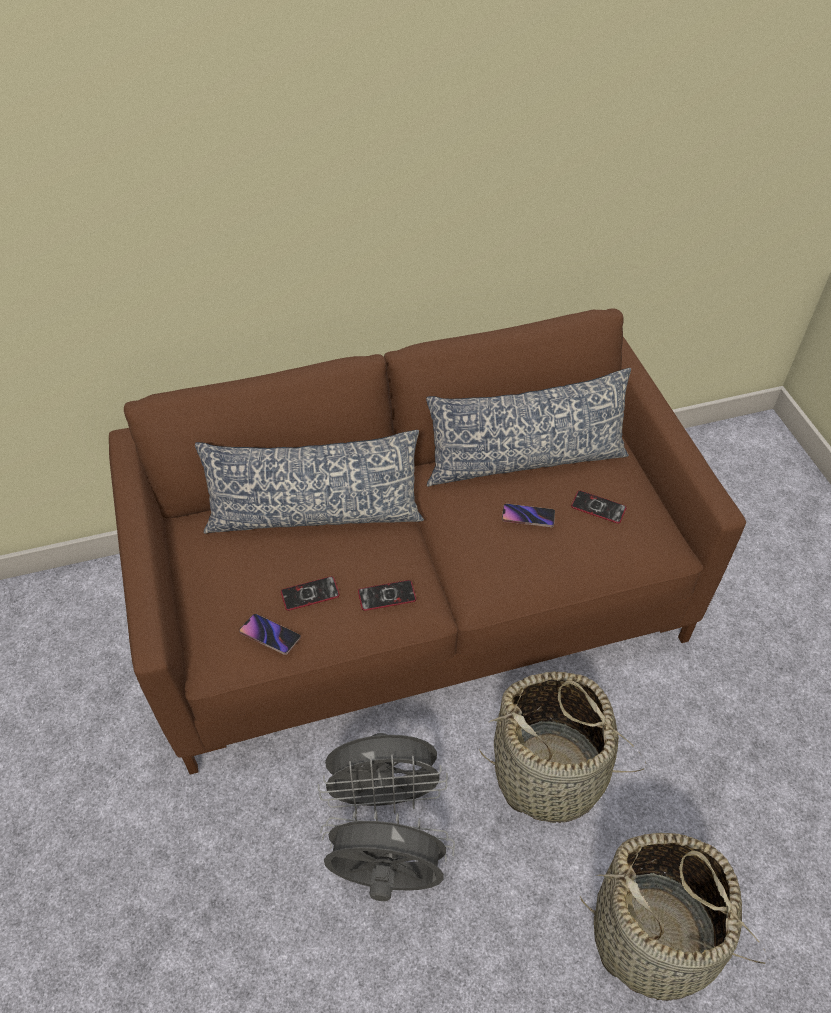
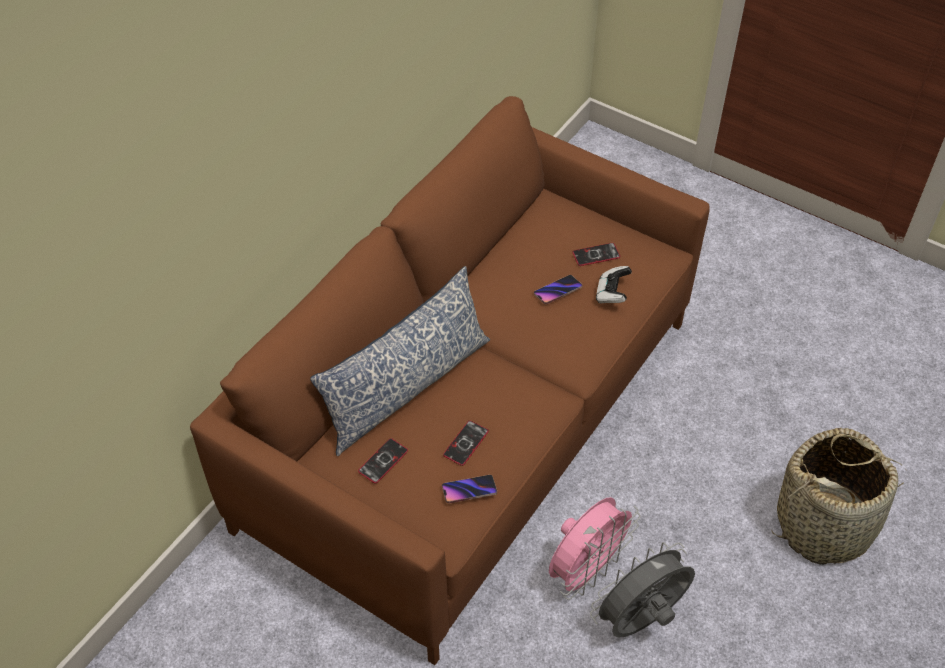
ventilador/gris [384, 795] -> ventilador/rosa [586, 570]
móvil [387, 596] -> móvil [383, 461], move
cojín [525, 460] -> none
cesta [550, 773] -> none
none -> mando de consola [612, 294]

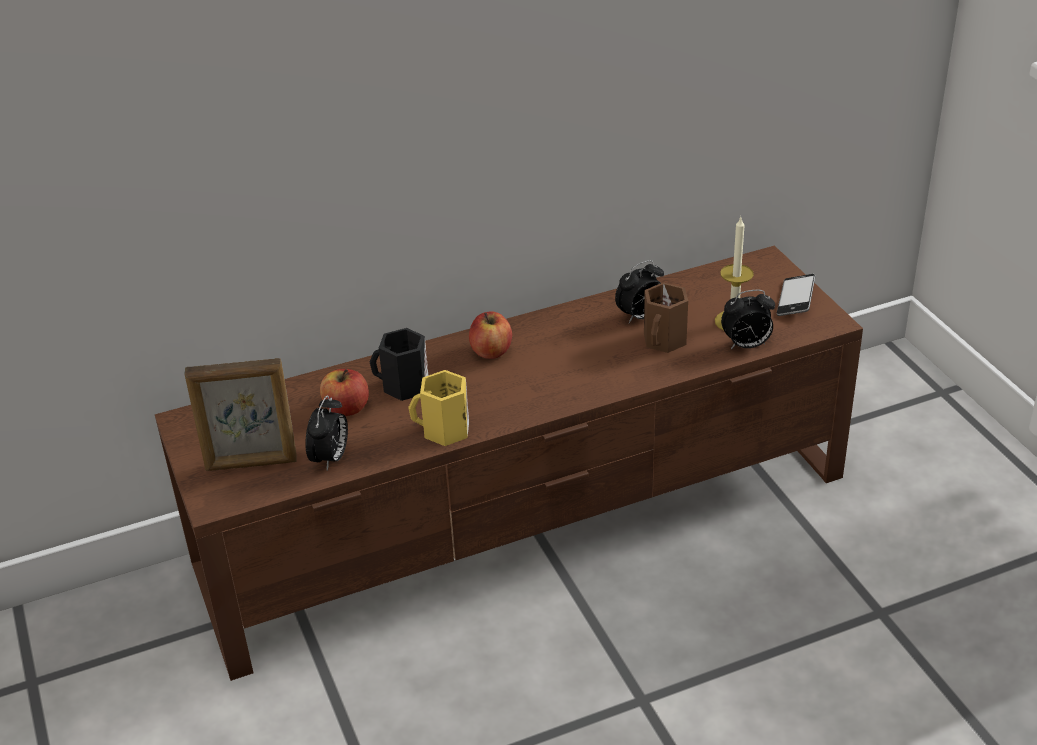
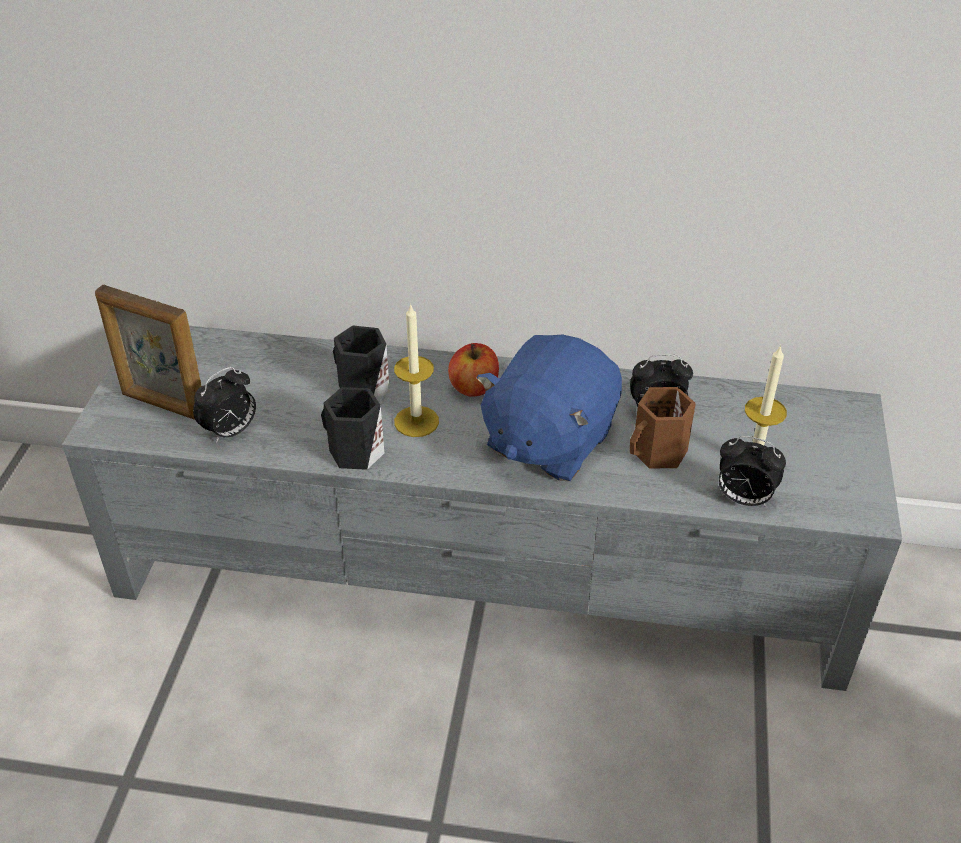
mueble de televisión/marrón [528, 519] -> mueble de televisión/gris [484, 572]
manzana [346, 408] -> none
taza grande/amarillo [444, 431] -> taza grande/negro [353, 452]
móvil [795, 300] -> none
none -> vela [416, 421]
none -> peluche/azul [548, 441]

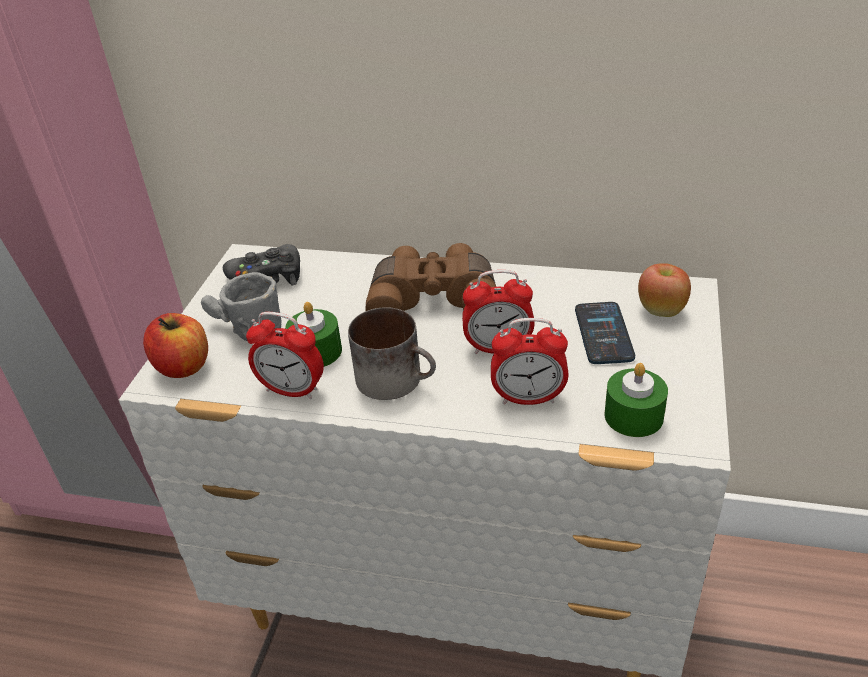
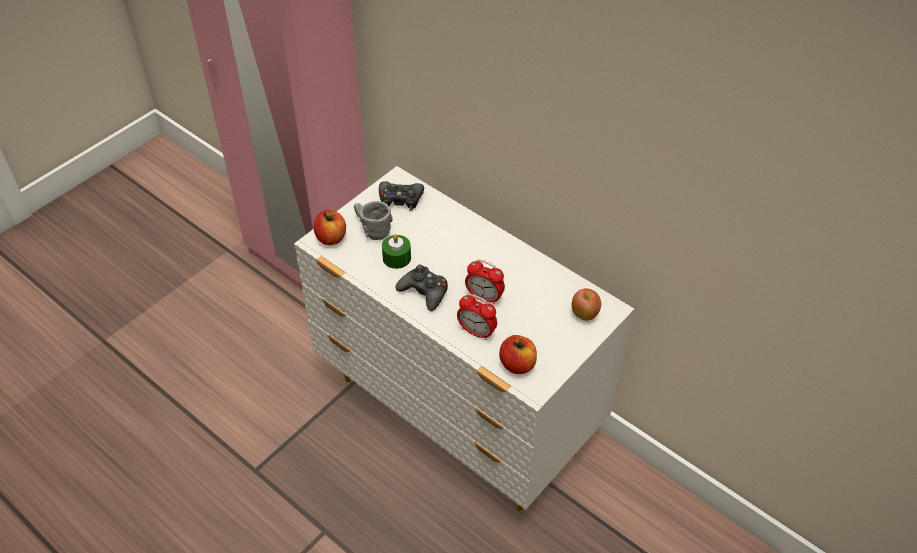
despertador [292, 390] -> none
taza grande [398, 379] -> mando de consola/negro [424, 292]
prismáticos/marrón [434, 298] -> none
móvil [603, 334] -> none
vela/verde [633, 416] -> manzana [517, 364]

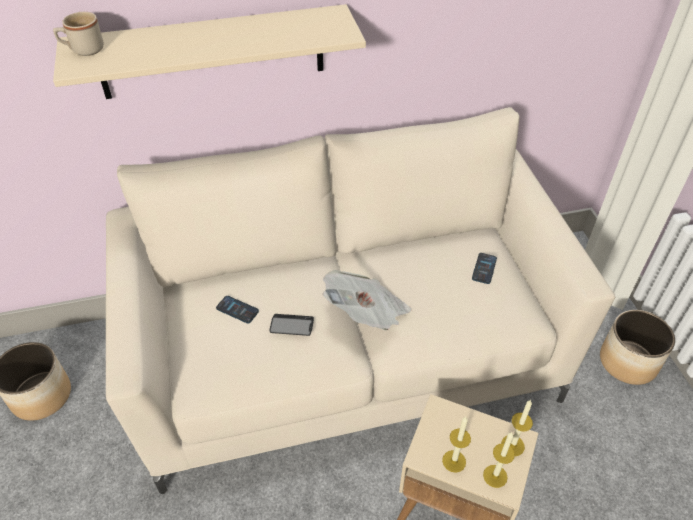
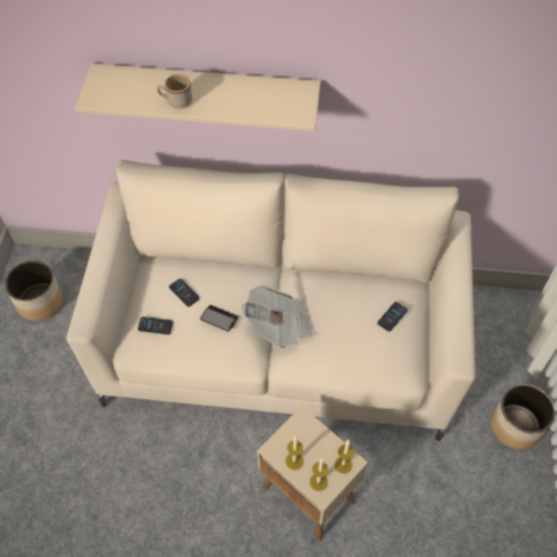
taza grande/beis [83, 50] -> taza grande/beis [176, 101], move
none -> móvil [155, 326]

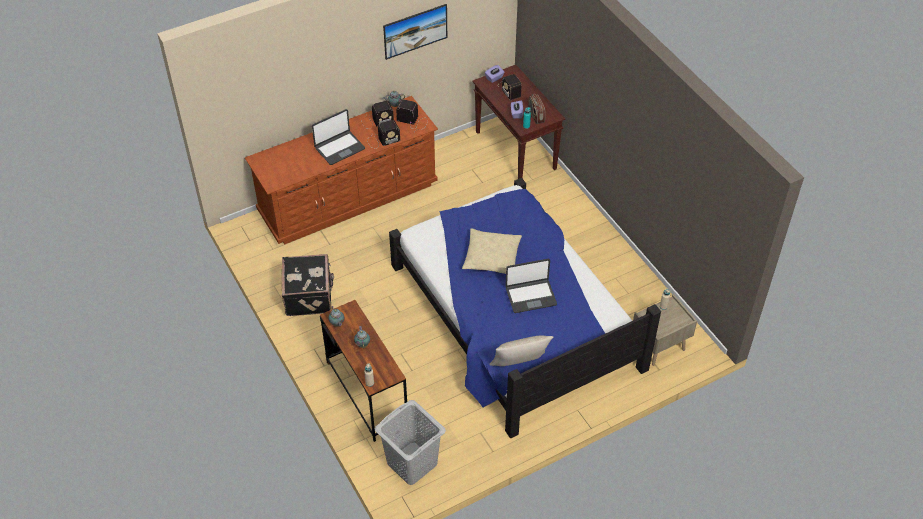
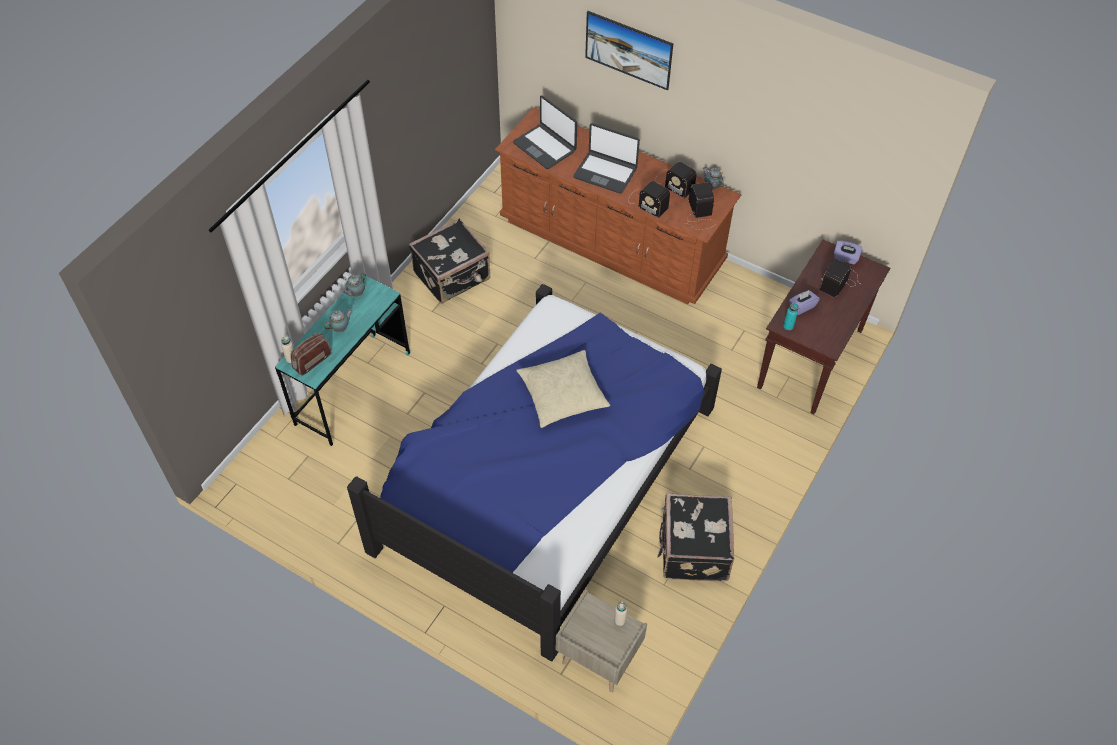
escritorio/marrón [366, 393] -> escritorio/turquesa [353, 388]
cesto de la ropa/gris [412, 463] -> none
cuadro [416, 39] -> cuadro [627, 61], move
cojín/beis [519, 366] -> none
portátil [530, 296] -> portátil [545, 147], move
radio [536, 116] -> radio [312, 361], move
none -> maleta/negro [692, 550]

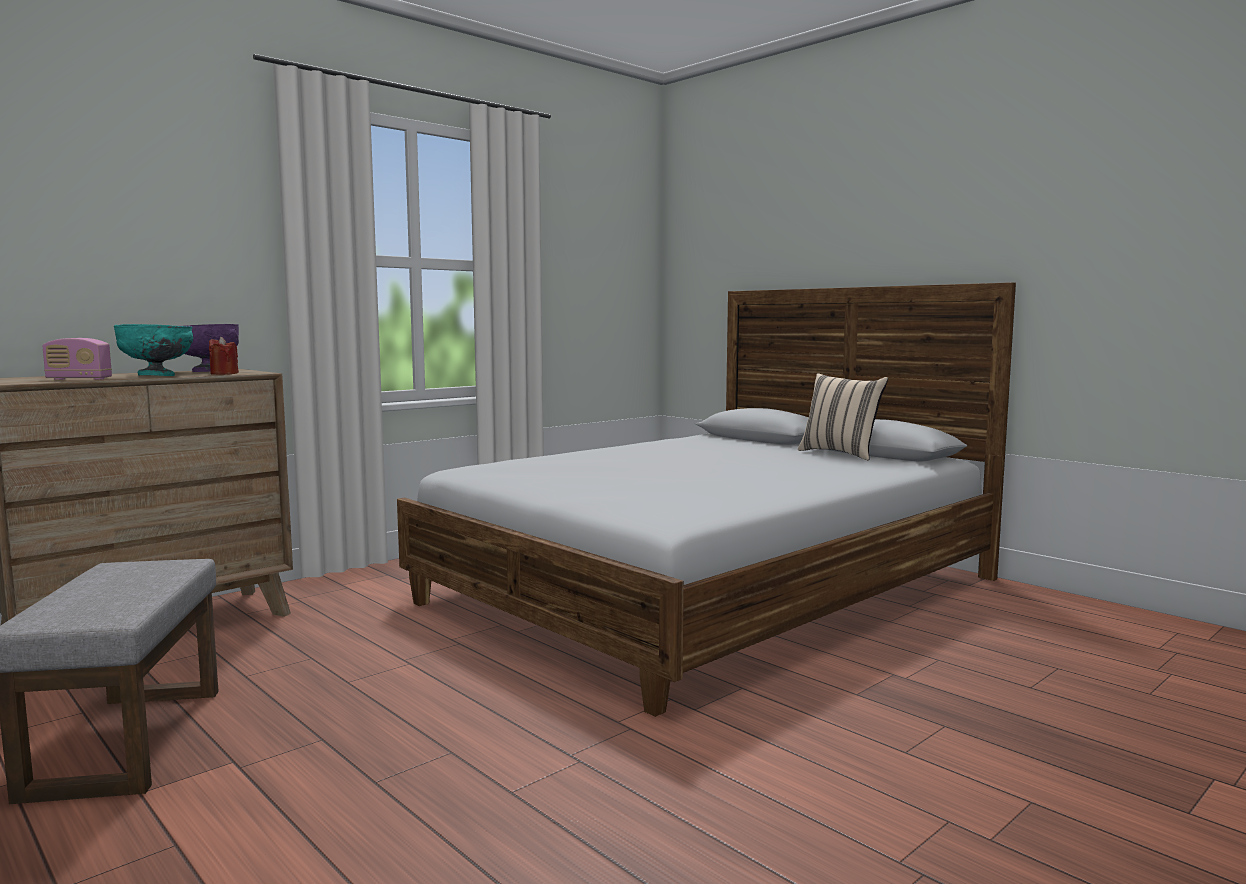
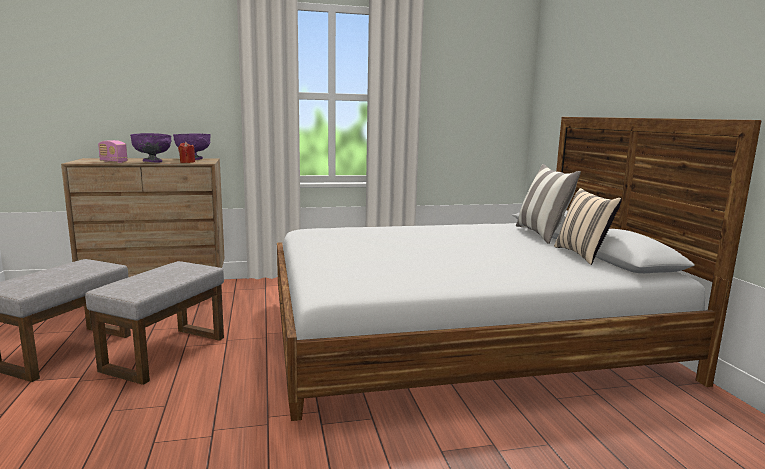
cuenco/turquesa [157, 376] -> cuenco/morado [152, 162]
none -> puf/gris [165, 353]
none -> cojín [542, 234]

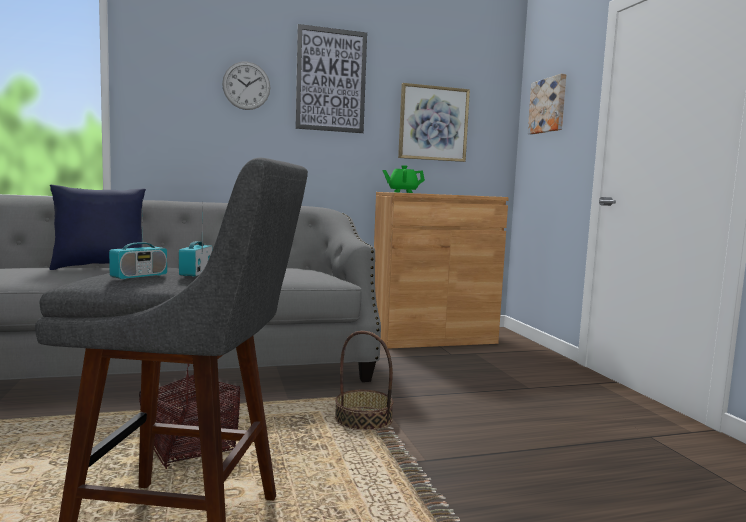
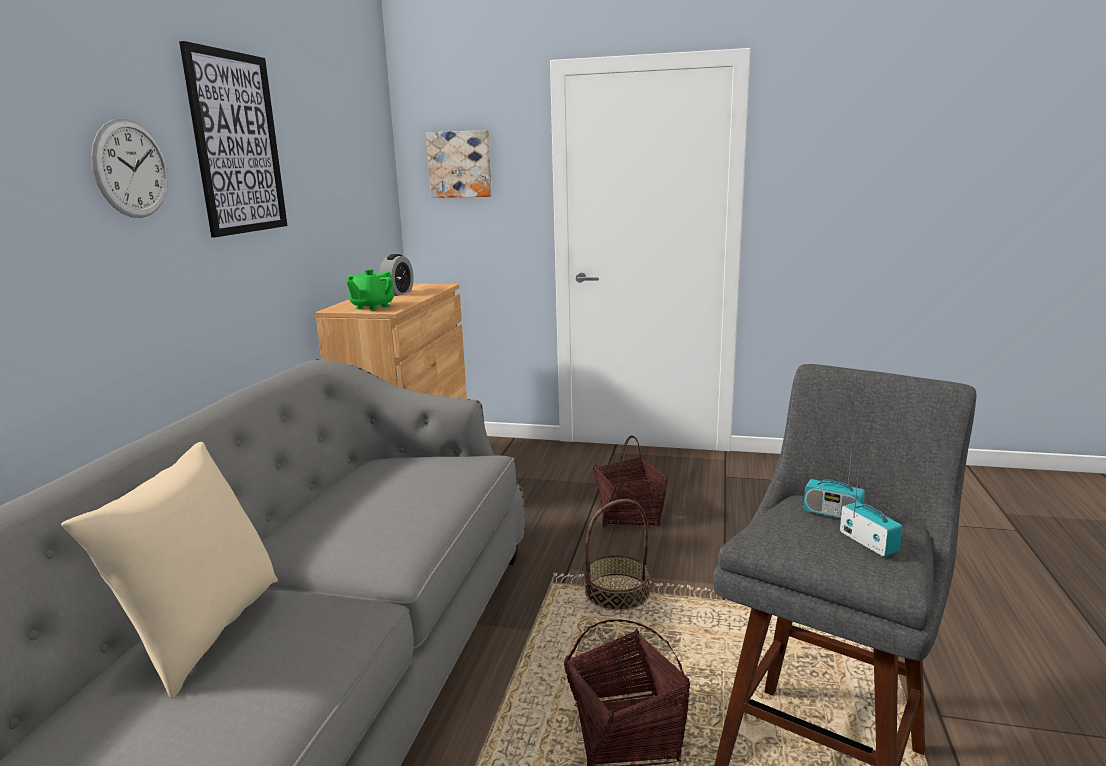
cojín/azul [99, 267] -> cojín/beis [202, 633]
cuadro [433, 123] -> none
none -> despertador [398, 293]
none -> cesta [629, 515]

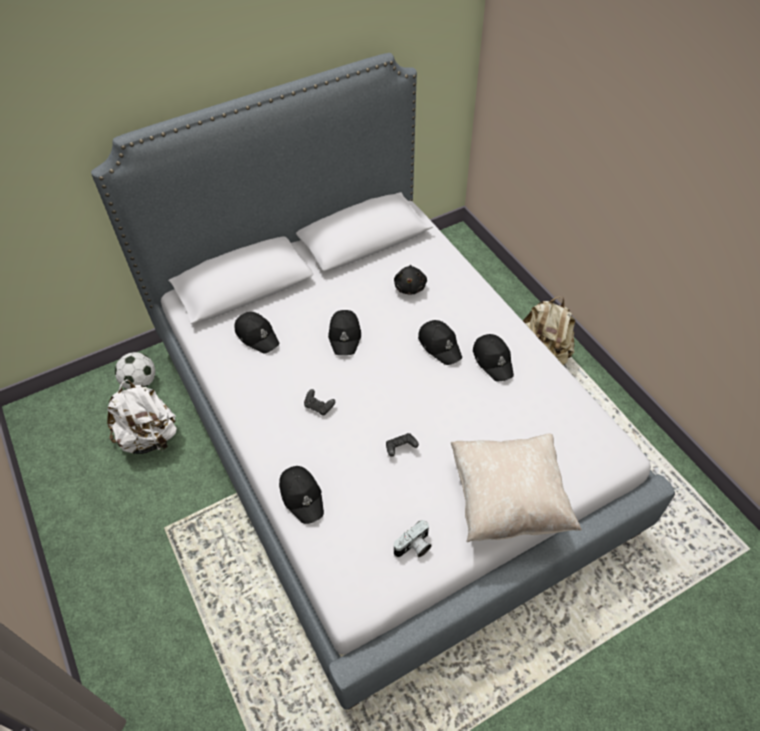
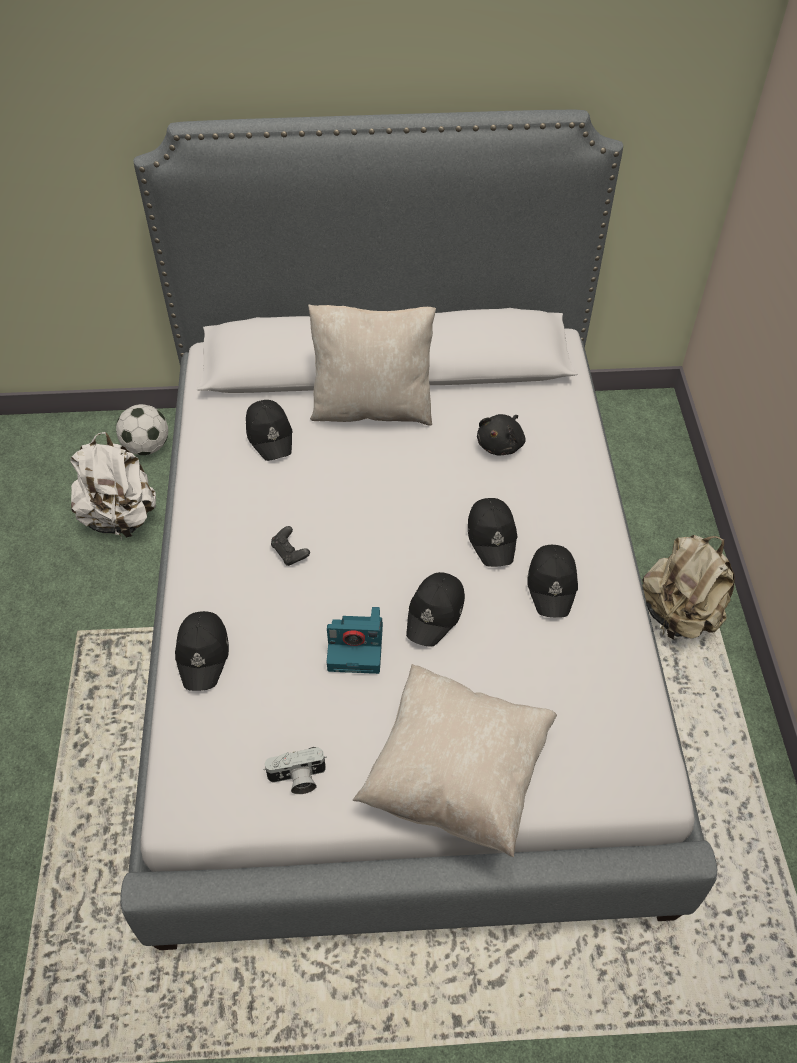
gorra/negro [345, 336] -> gorra/negro [435, 613], move
mando de consola/negro [400, 448] -> cámara [357, 647]
none -> cojín/beis [372, 407]

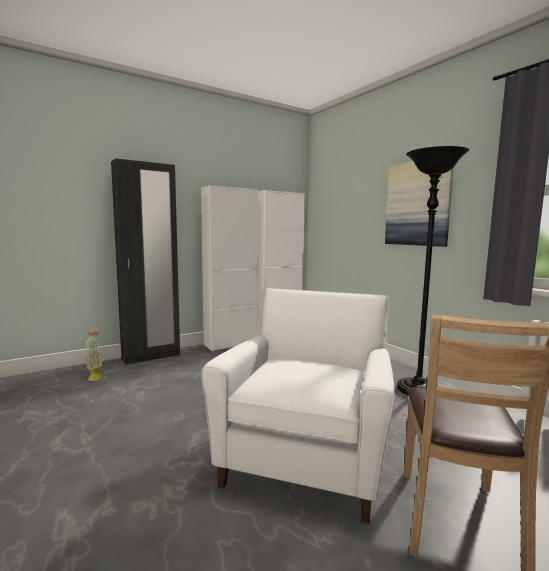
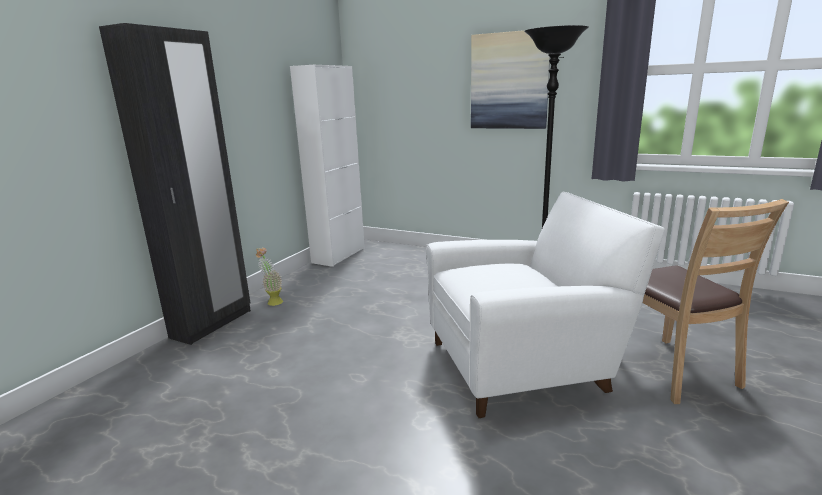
planta en maceta [95, 377] -> planta en maceta [272, 301], move
armario/blanco [230, 344] -> none
sillón/blanco [307, 452] -> sillón/blanco [525, 363], 90 degrees clockwise

